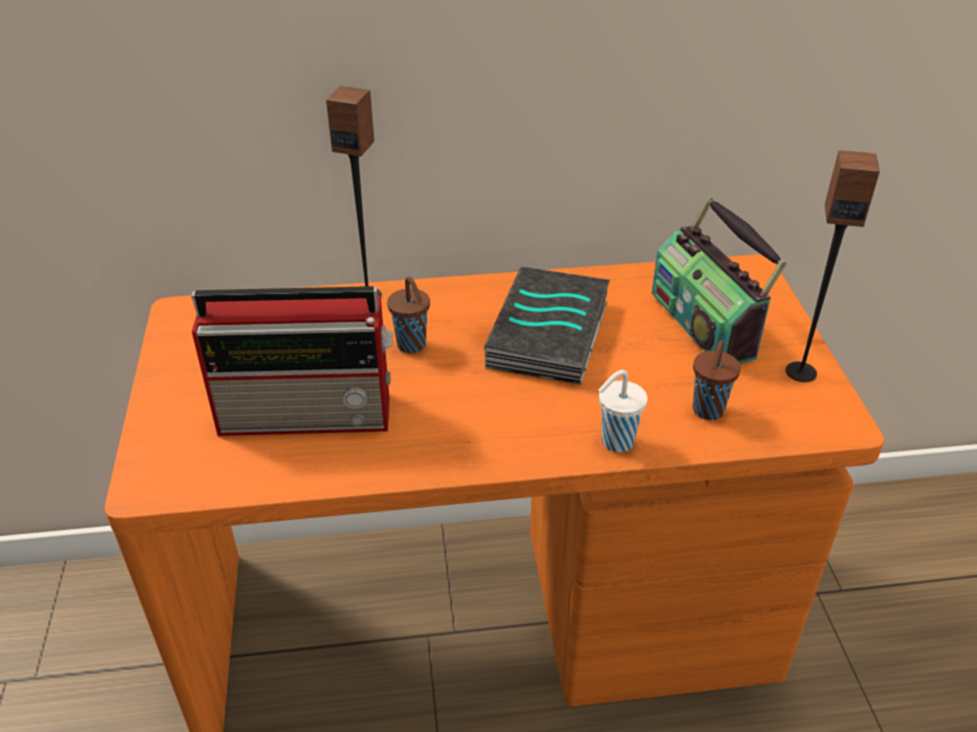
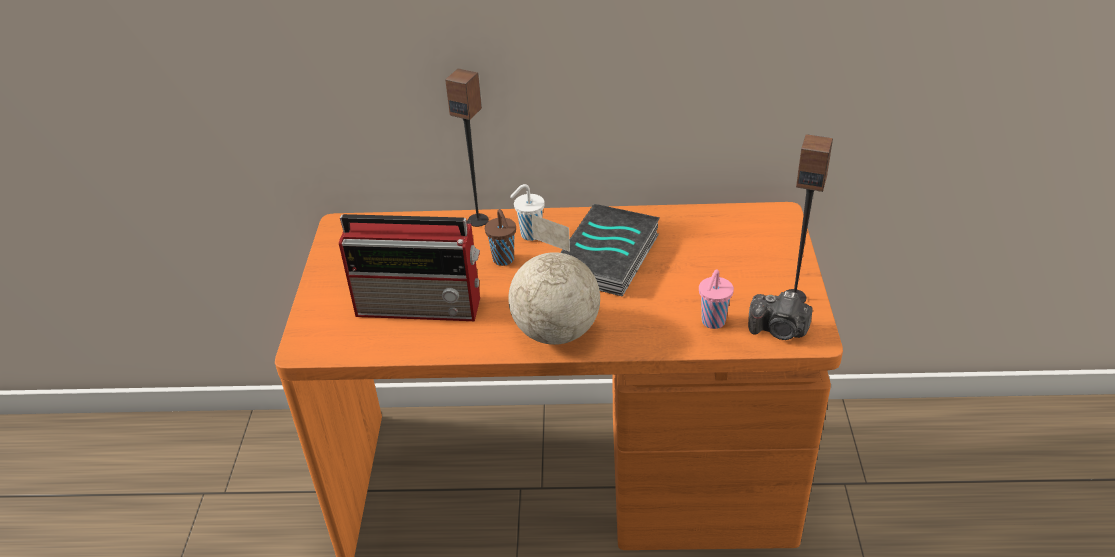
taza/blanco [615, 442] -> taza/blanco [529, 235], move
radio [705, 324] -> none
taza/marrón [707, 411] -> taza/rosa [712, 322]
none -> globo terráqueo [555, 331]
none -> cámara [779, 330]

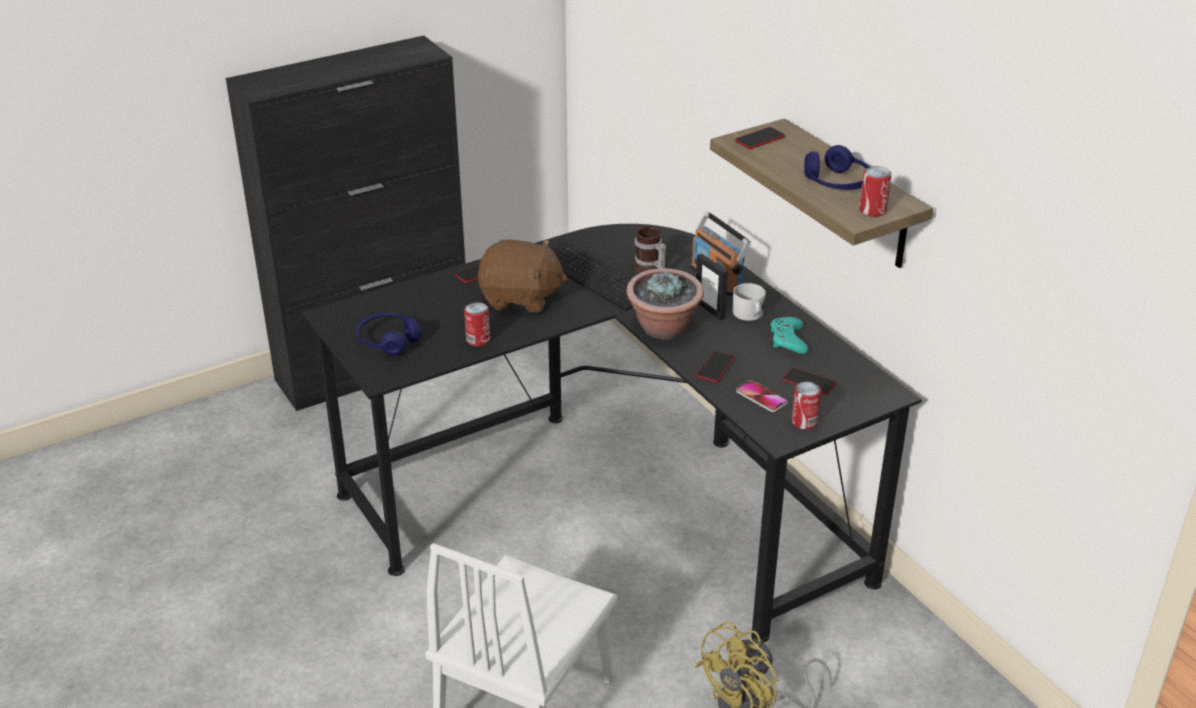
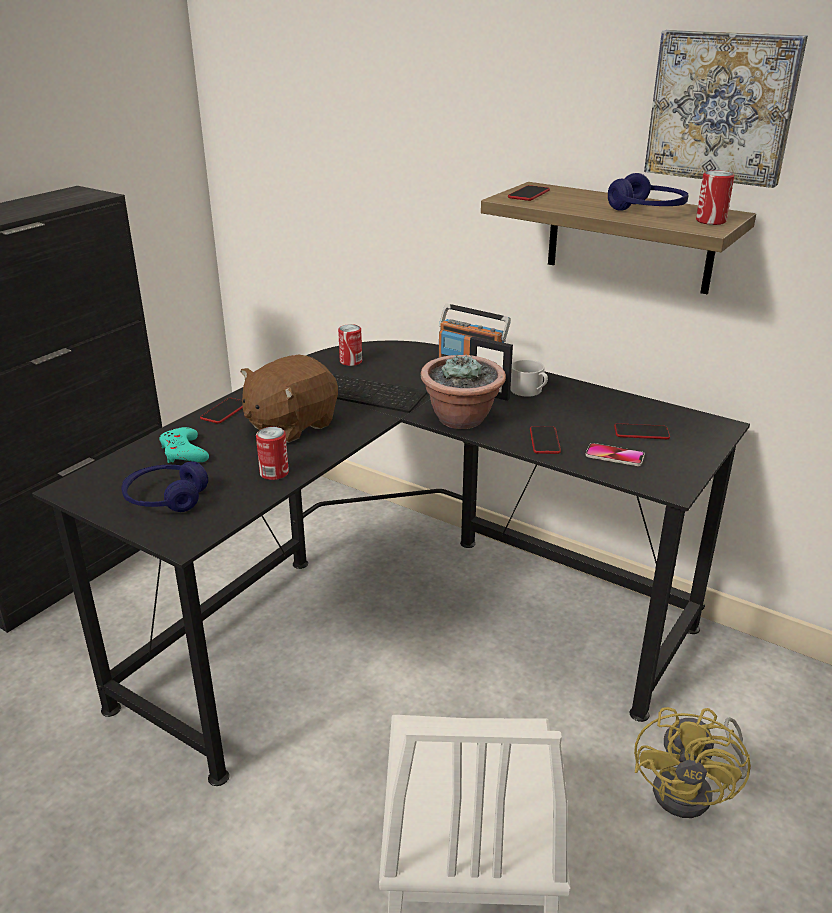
peluche/marrón [520, 298] -> peluche/marrón [290, 425], 150 degrees clockwise
taza grande [648, 269] -> none
mando de consola/turquesa [788, 340] -> mando de consola/turquesa [184, 452], move
lata [804, 422] -> lata [351, 361], move
none -> cuadro [722, 107]

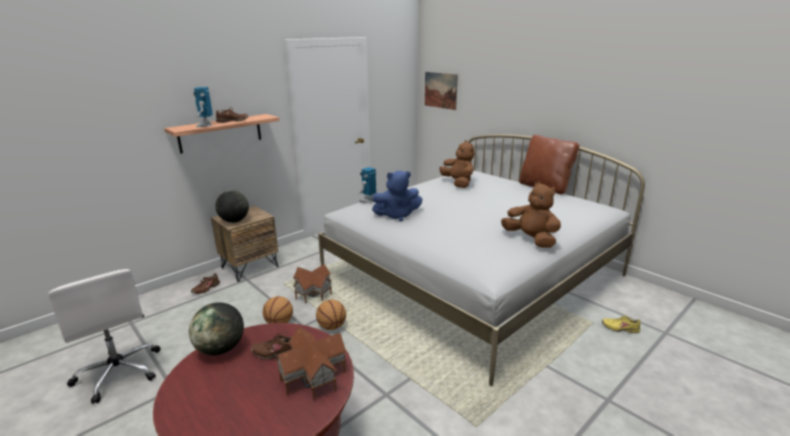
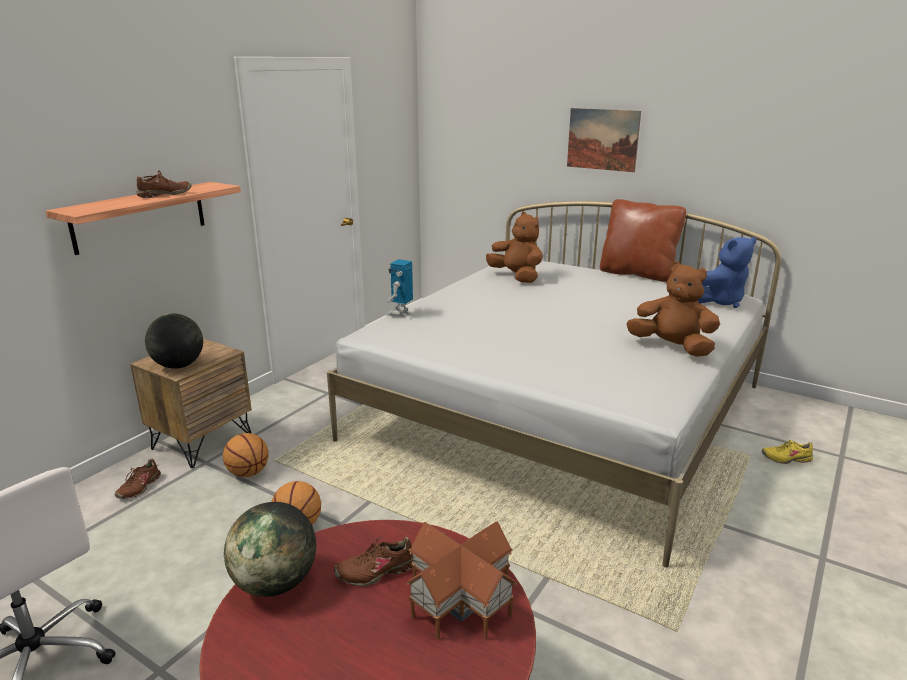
robot de juguete [205, 125] -> none
casita [313, 293] -> none
balón de baloncesto [331, 327] -> balón de baloncesto [248, 473], move
peluche/azul [397, 215] -> peluche/azul [719, 301], move
cuadro [440, 90] -> cuadro [602, 139], move

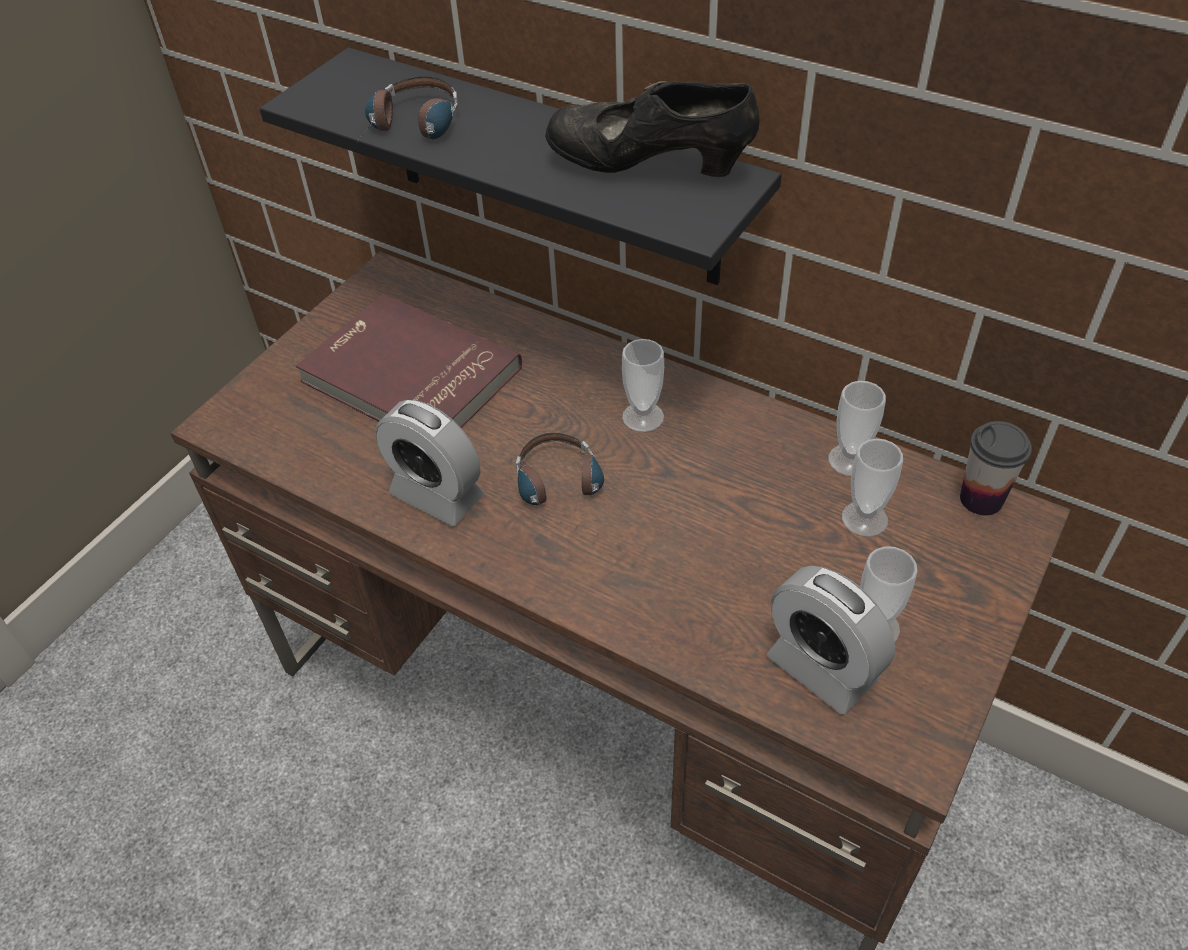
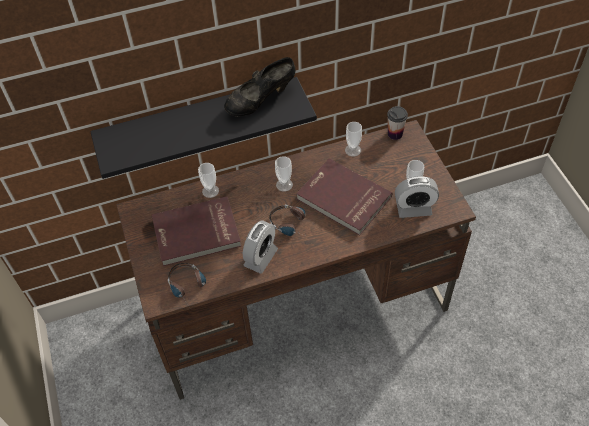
auriculares [412, 129] -> auriculares [189, 287], move
despertador [437, 495] -> despertador [260, 257], 45 degrees counterclockwise
taza [864, 519] -> taza [210, 191], move
none -> libro/rojo [343, 199]

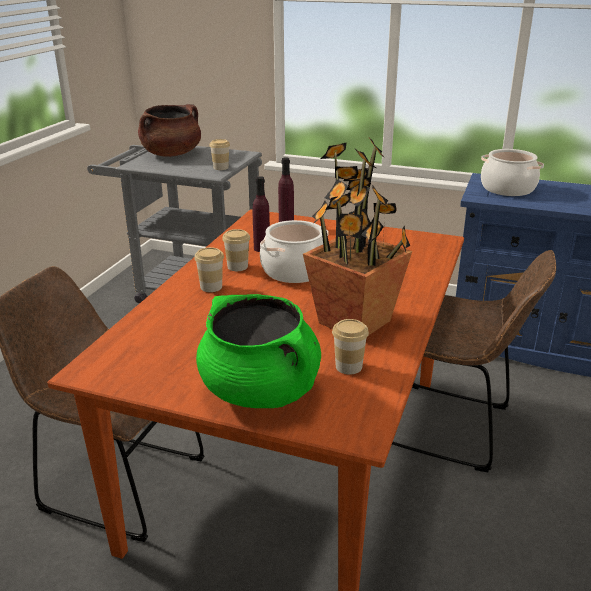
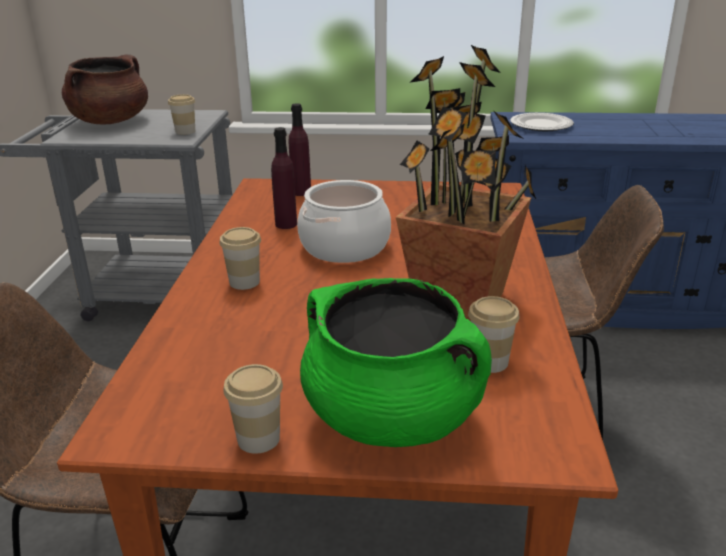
taza [237, 266] -> taza [258, 439], move
olla [508, 189] -> plato [542, 125]

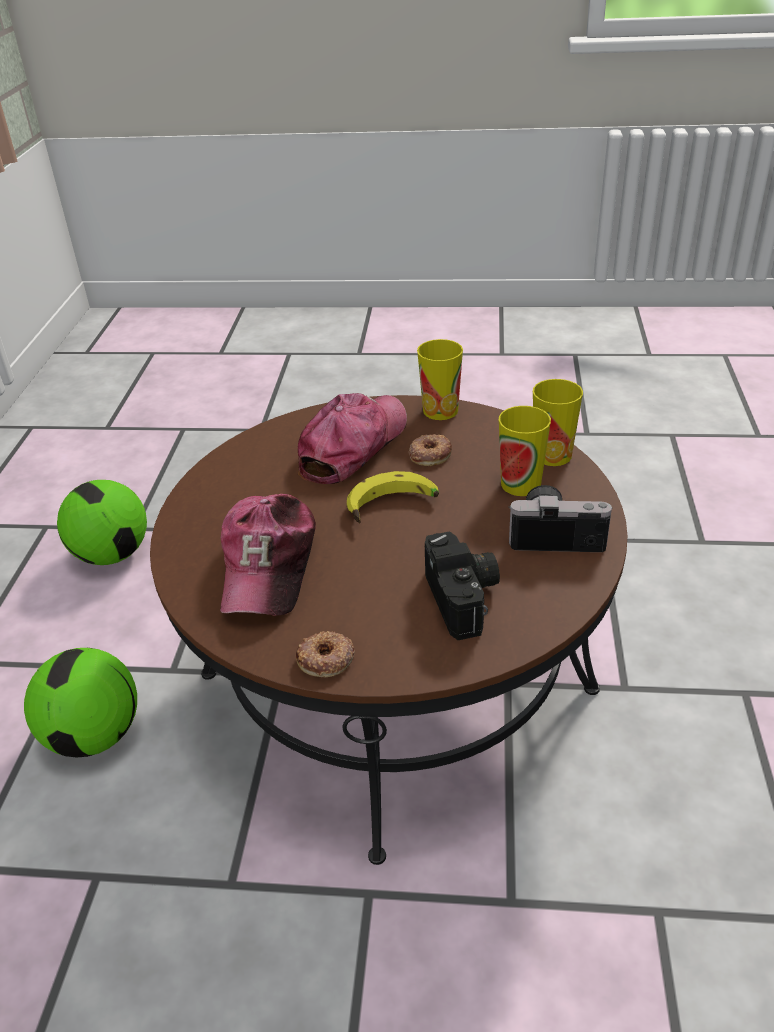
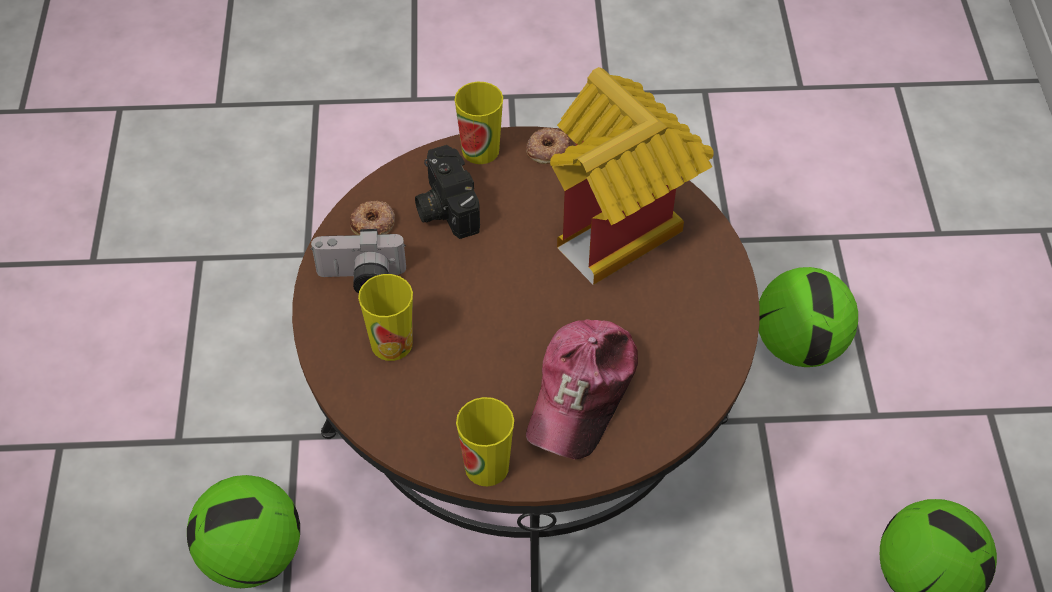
gorra [269, 566] -> casita [621, 228]
plátano [393, 508] -> none
rosquilla [429, 454] -> rosquilla [373, 223], move
taza [552, 455] -> taza [480, 150], move
none -> balón de fútbol [251, 556]

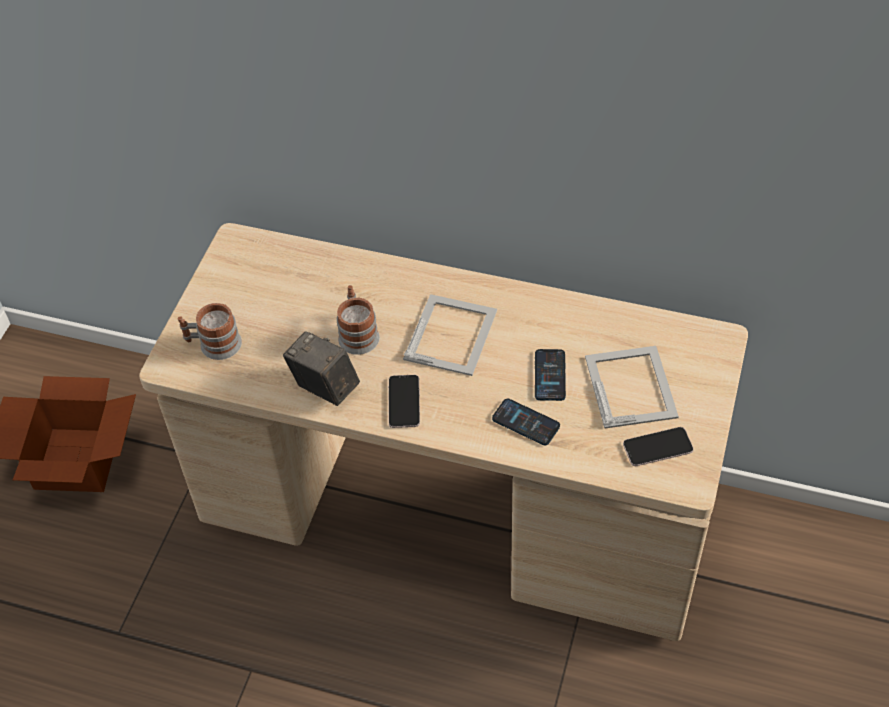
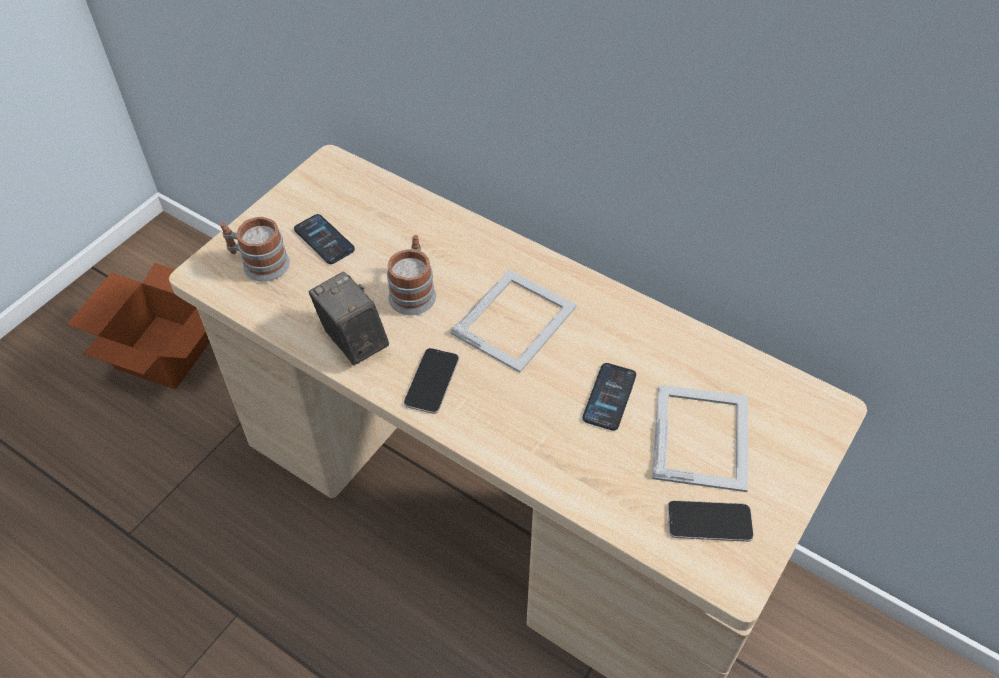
móvil [526, 422] -> móvil [324, 240], move

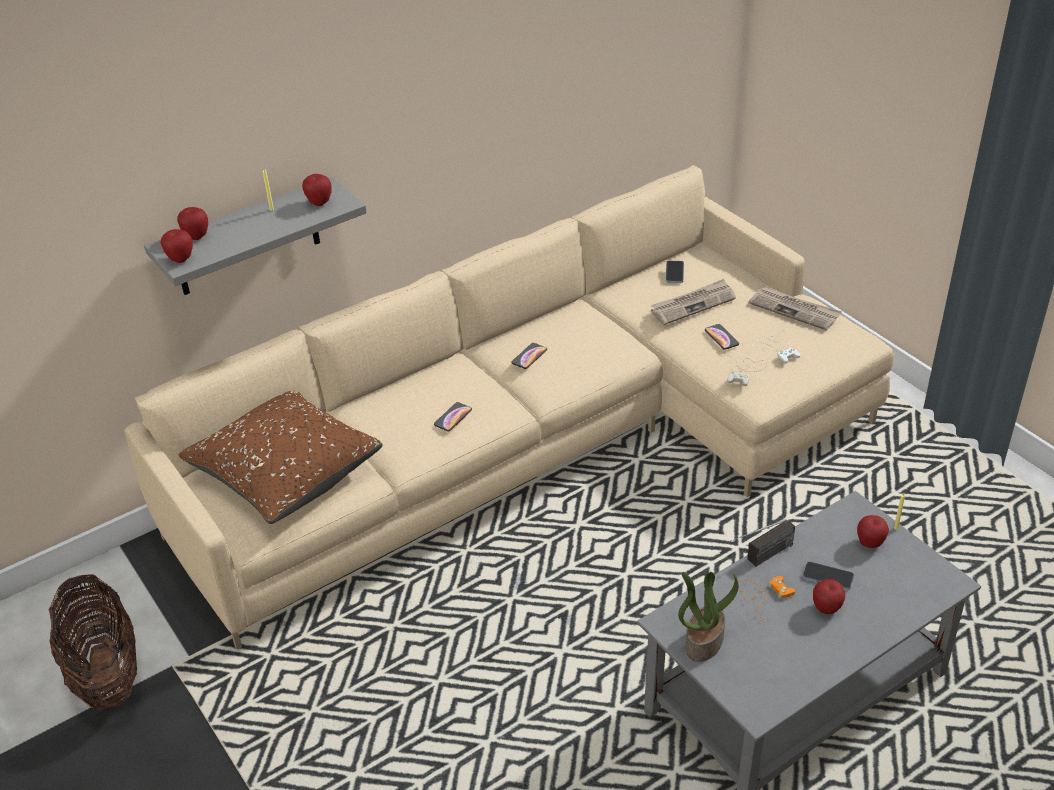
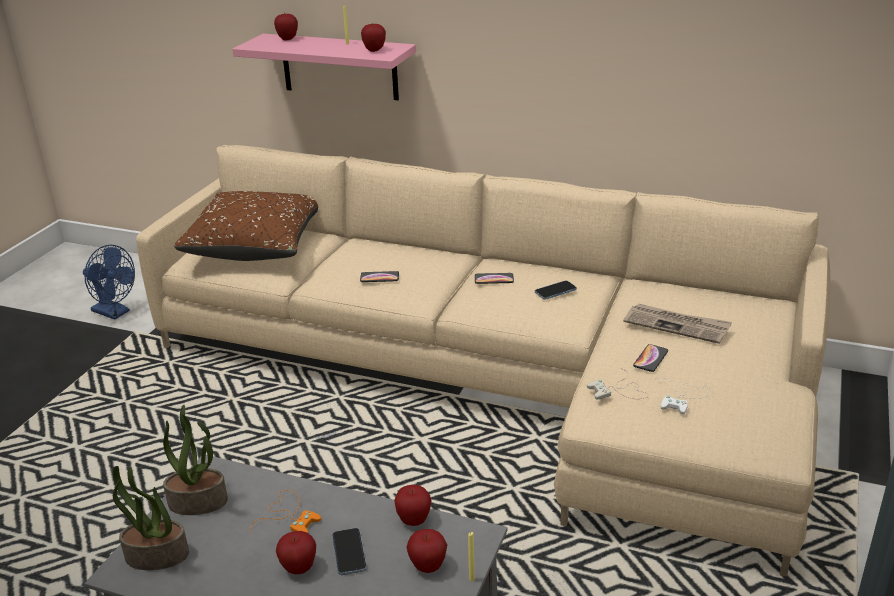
cesta [106, 672] -> ventilador/azul [115, 313]
estante/gris [247, 239] -> estante/rosa [339, 67]
manzana [180, 259] -> manzana [414, 520], move
móvil [674, 273] -> móvil [555, 291], move
radio [761, 558] -> none
periódico [795, 310] -> none
none -> planta en maceta [156, 556]

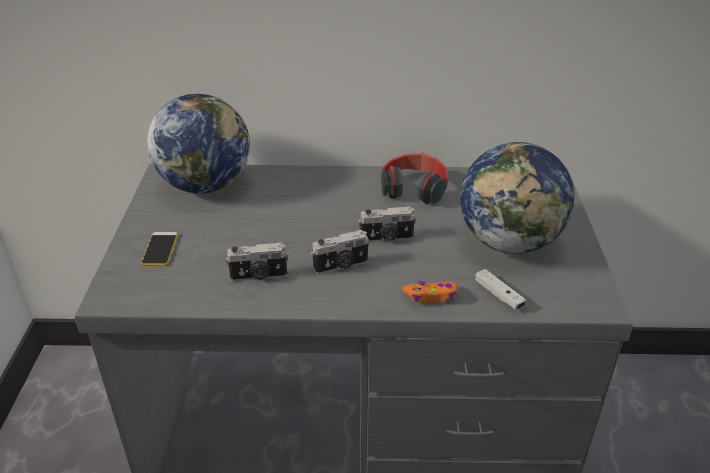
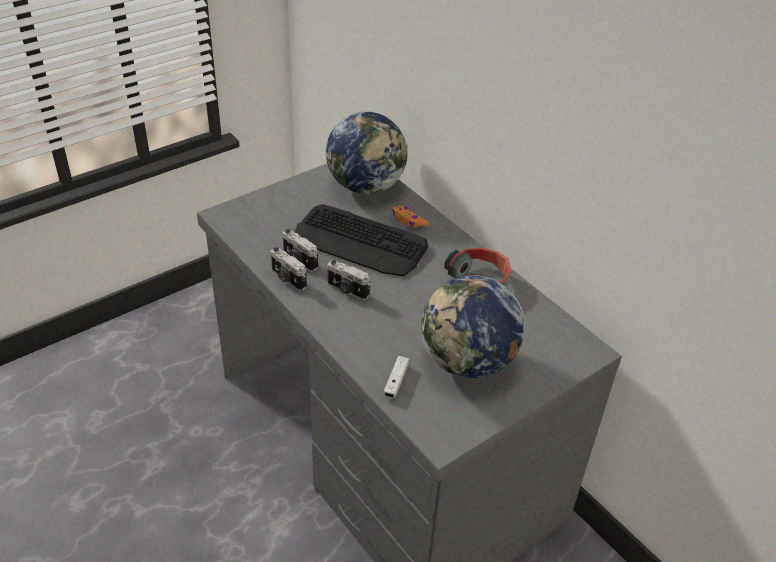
móvil [160, 249] -> none
cámara [387, 238] -> cámara [288, 279], move
mando de consola/naranja [431, 296] -> mando de consola/naranja [409, 221], move
none -> teclado [360, 242]

